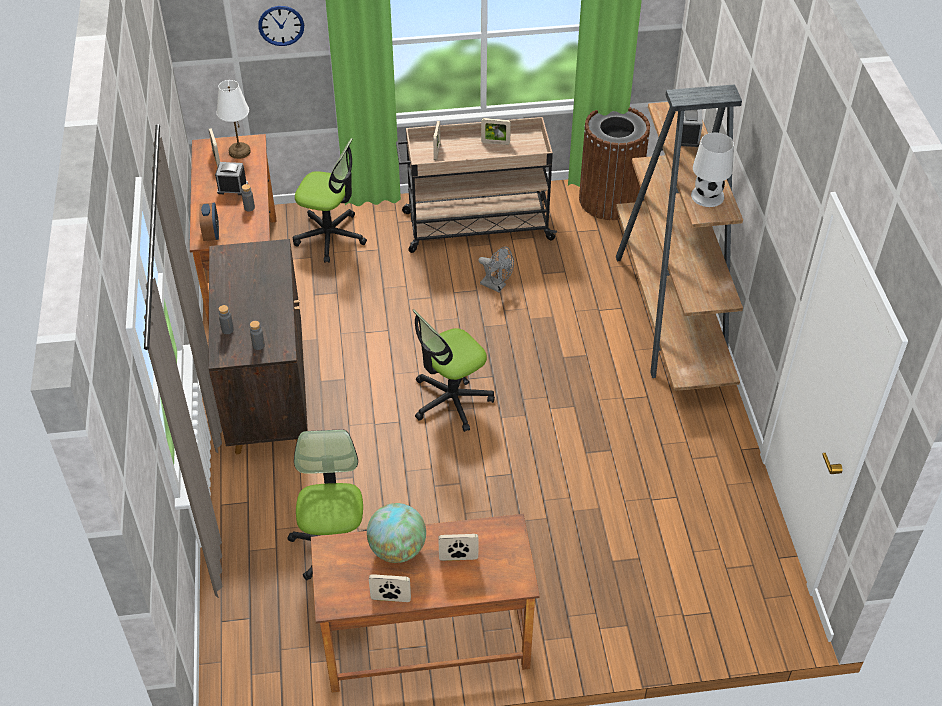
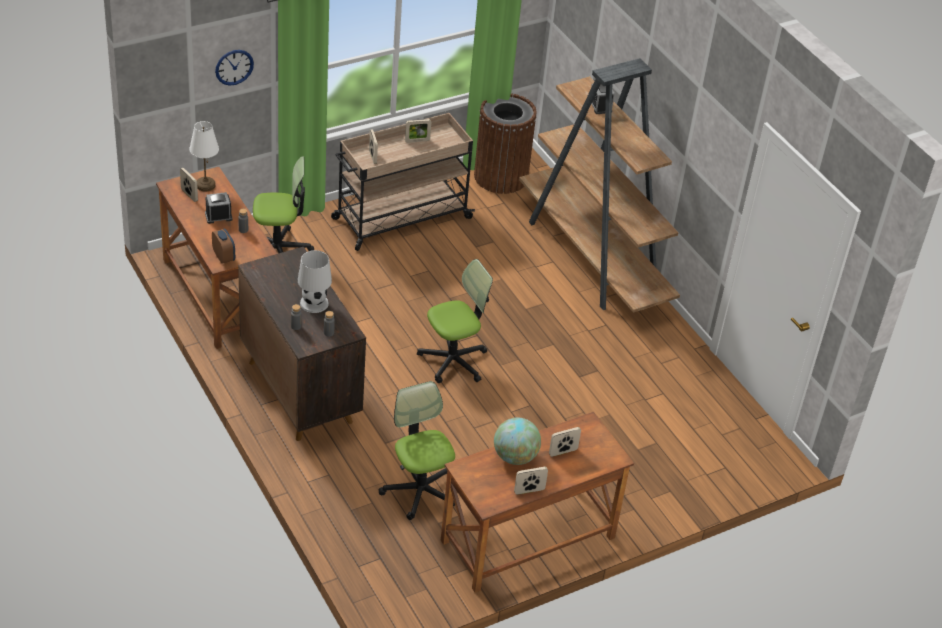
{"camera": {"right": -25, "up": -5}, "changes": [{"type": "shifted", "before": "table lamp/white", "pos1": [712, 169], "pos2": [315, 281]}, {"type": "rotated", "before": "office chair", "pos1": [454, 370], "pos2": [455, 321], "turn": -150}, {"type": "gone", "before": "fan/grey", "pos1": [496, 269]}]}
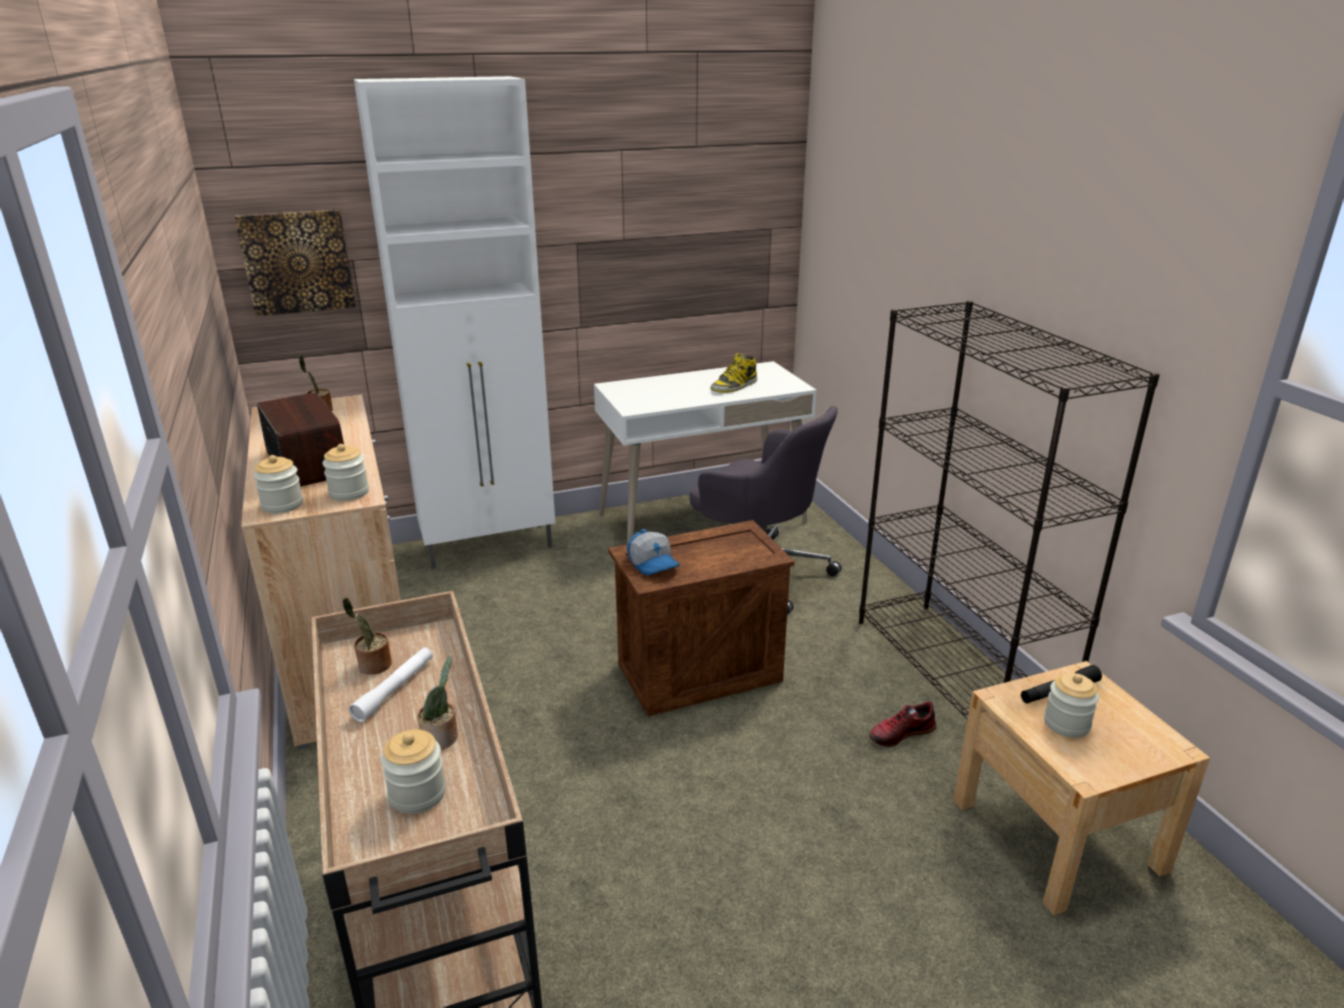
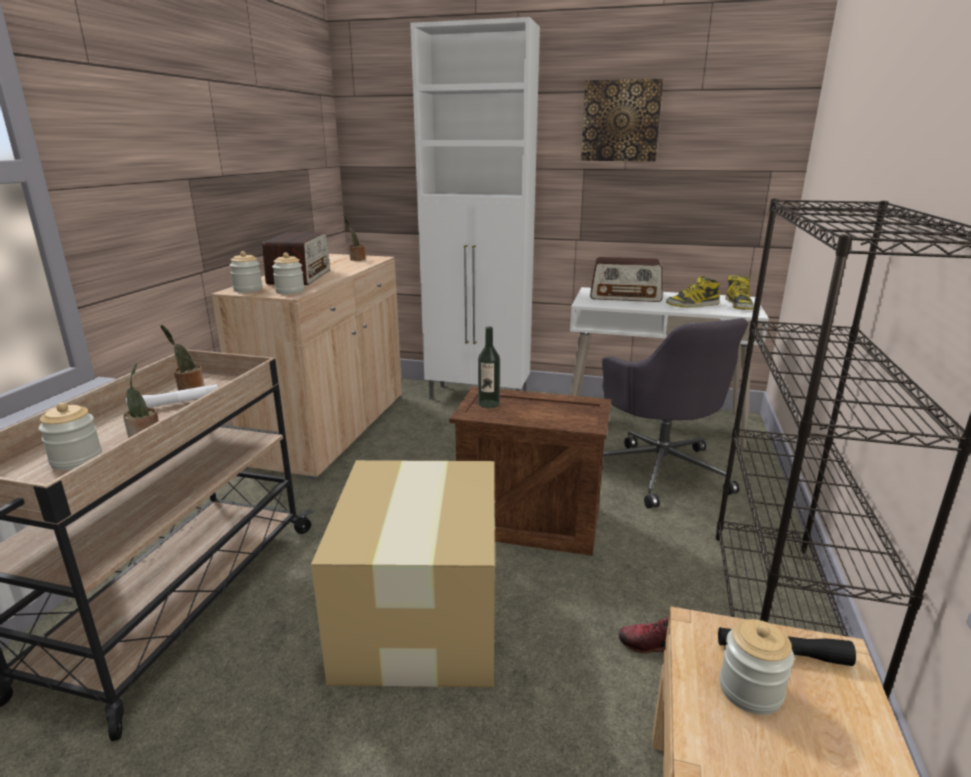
{"camera": {"right": 35, "up": -5}, "changes": [{"type": "new", "after": "cardboard box", "pos2": [403, 573]}, {"type": "swapped", "before": "cap", "after": "bottle", "pos1": [653, 552], "pos2": [489, 367]}, {"type": "shifted", "before": "picture", "pos1": [295, 263], "pos2": [622, 120]}, {"type": "new", "after": "radio", "pos2": [626, 279]}, {"type": "new", "after": "boot", "pos2": [739, 292]}]}
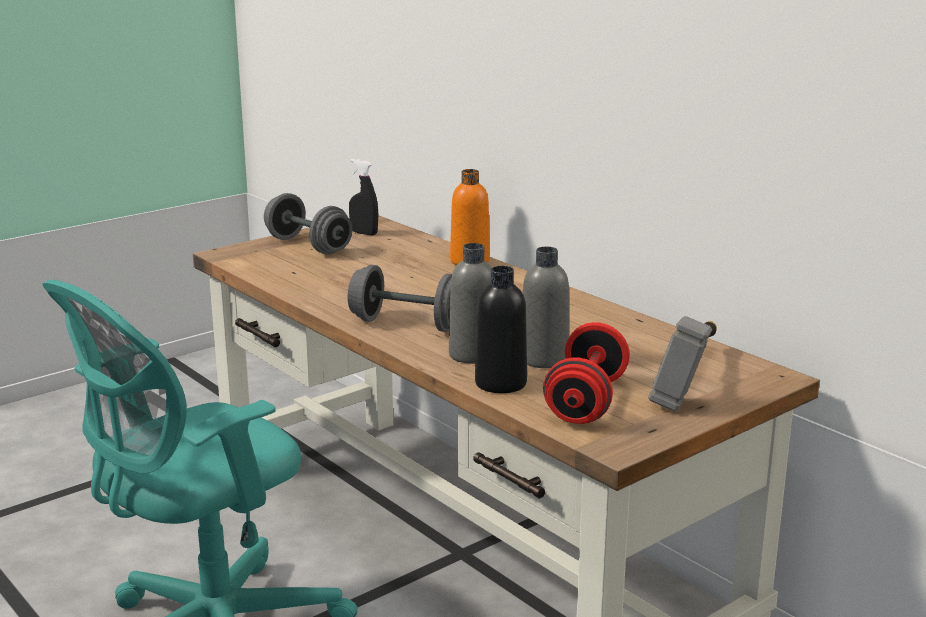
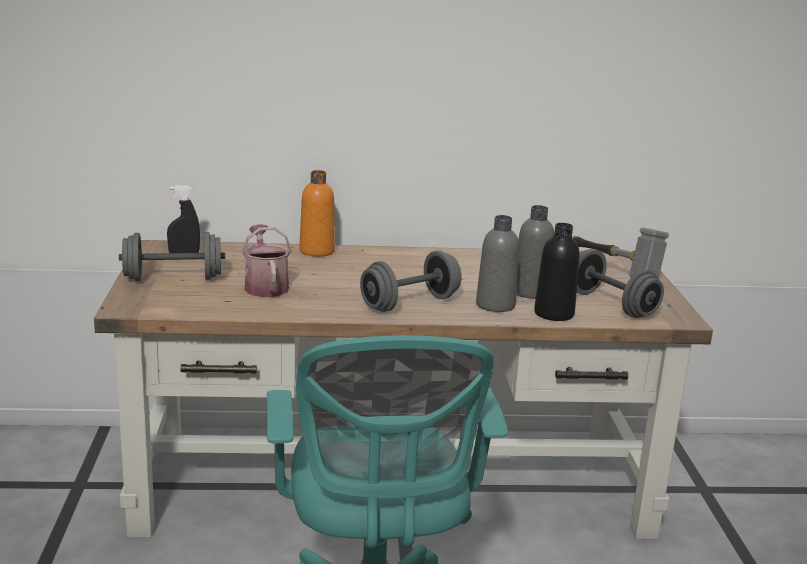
{"camera": {"right": -55, "up": 0}, "changes": [{"type": "new", "after": "watering can", "pos2": [267, 260]}, {"type": "repainted", "before": "dumbbell/red", "after": "dumbbell/grey", "pos1": [586, 373], "pos2": [620, 283]}]}
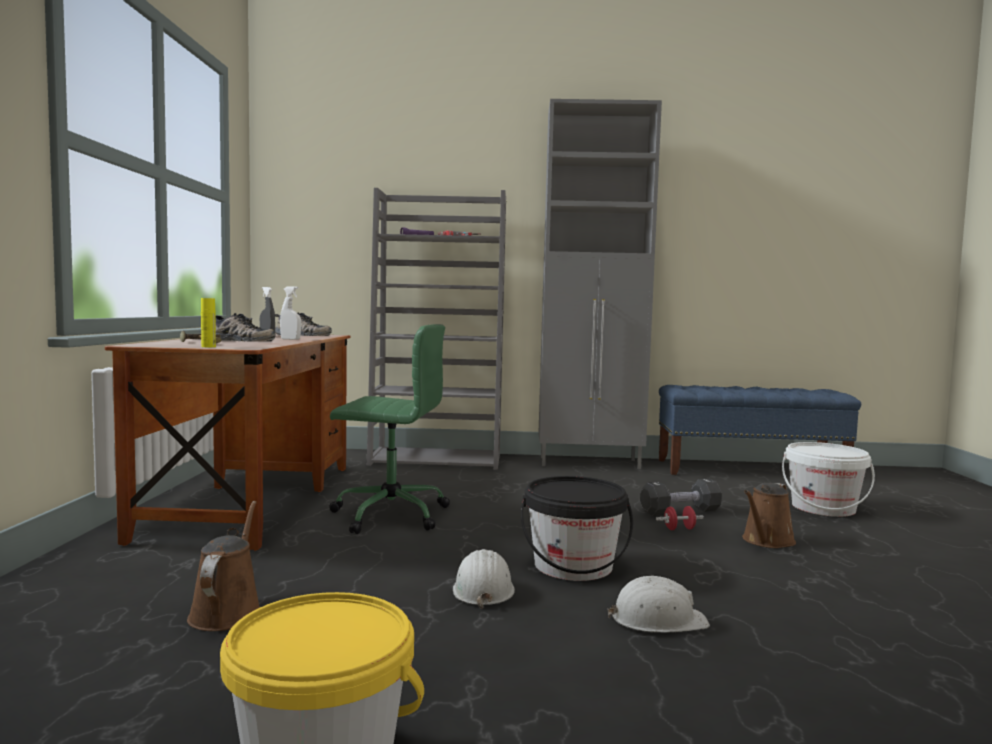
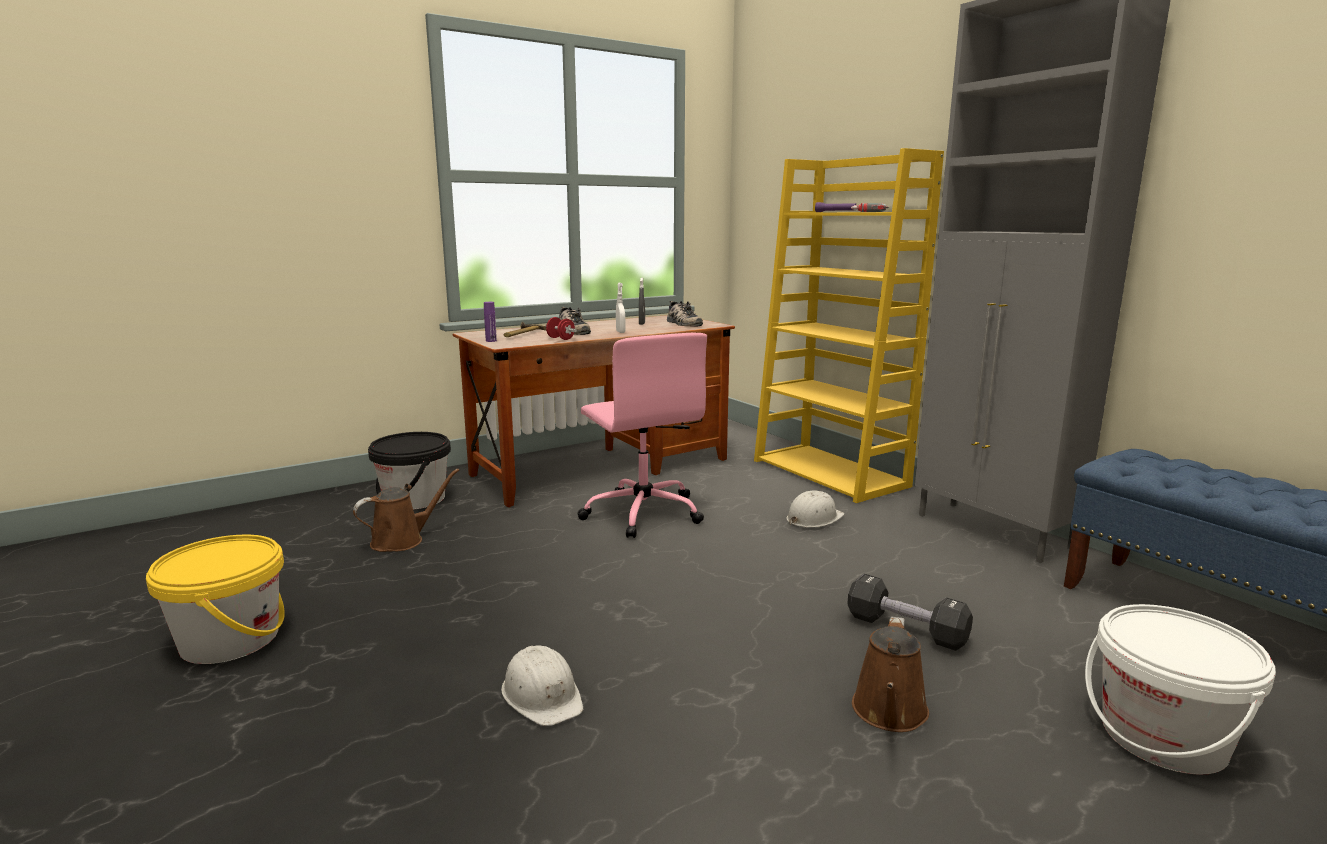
{"camera": {"right": 55, "up": 10}, "changes": [{"type": "shifted", "before": "bucket/black", "pos1": [577, 528], "pos2": [409, 471]}, {"type": "repainted", "before": "bottle/yellow", "after": "bottle/purple", "pos1": [208, 322], "pos2": [490, 322]}, {"type": "shifted", "before": "dumbbell/red", "pos1": [680, 518], "pos2": [561, 328]}, {"type": "repainted", "before": "office chair/green", "after": "office chair/pink", "pos1": [390, 429], "pos2": [642, 435]}, {"type": "repainted", "before": "bookcase/grey", "after": "bookcase/yellow", "pos1": [436, 329], "pos2": [849, 325]}, {"type": "shifted", "before": "hard hat/white", "pos1": [484, 579], "pos2": [815, 509]}, {"type": "rotated", "before": "watering can/brown", "pos1": [769, 515], "pos2": [890, 674], "turn": -75}]}
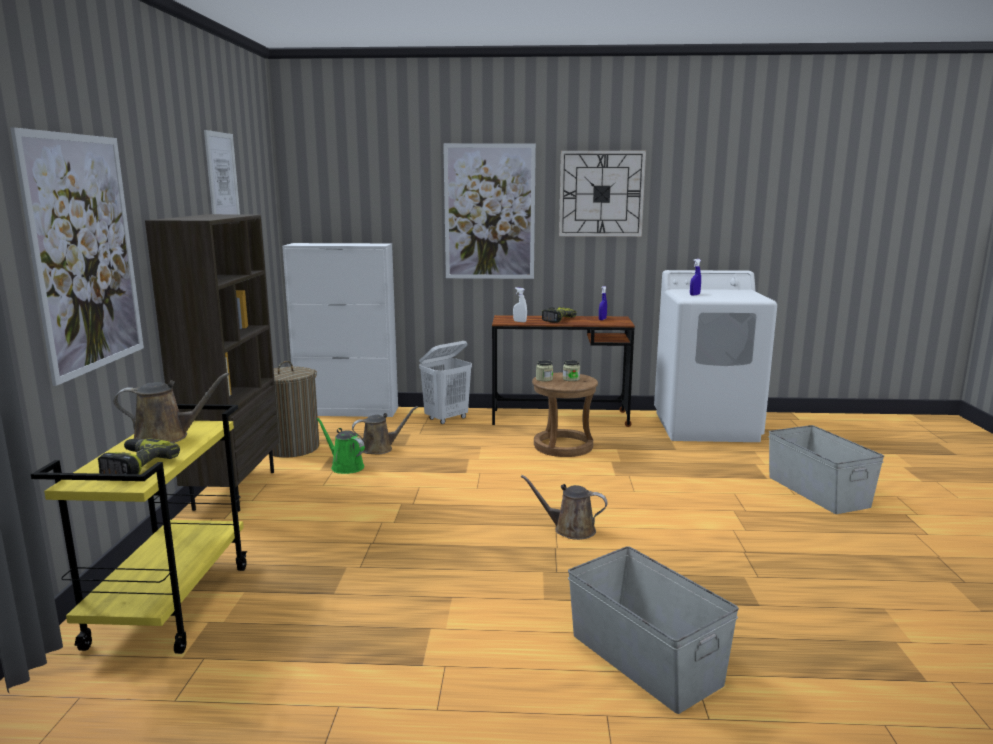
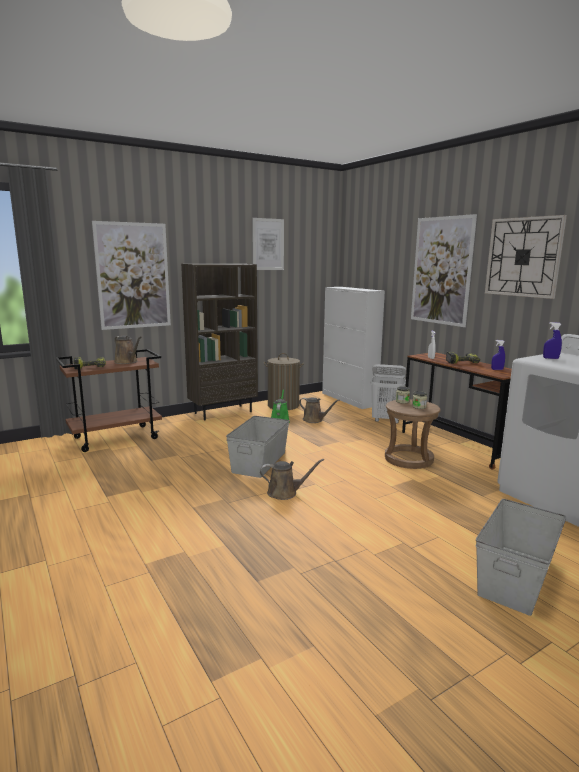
{"camera": {"right": 55, "up": 0}, "changes": [{"type": "repainted", "before": "cart/yellow", "after": "cart/brown", "pos1": [139, 529], "pos2": [108, 400]}, {"type": "shifted", "before": "storage box/grey", "pos1": [653, 630], "pos2": [257, 447]}, {"type": "rotated", "before": "watering can/brown", "pos1": [564, 507], "pos2": [292, 479], "turn": 105}]}
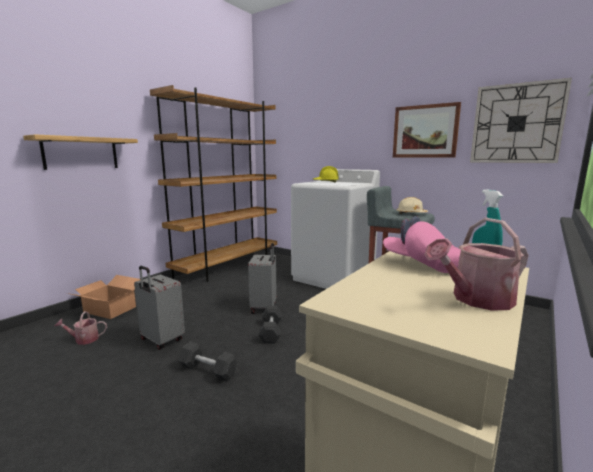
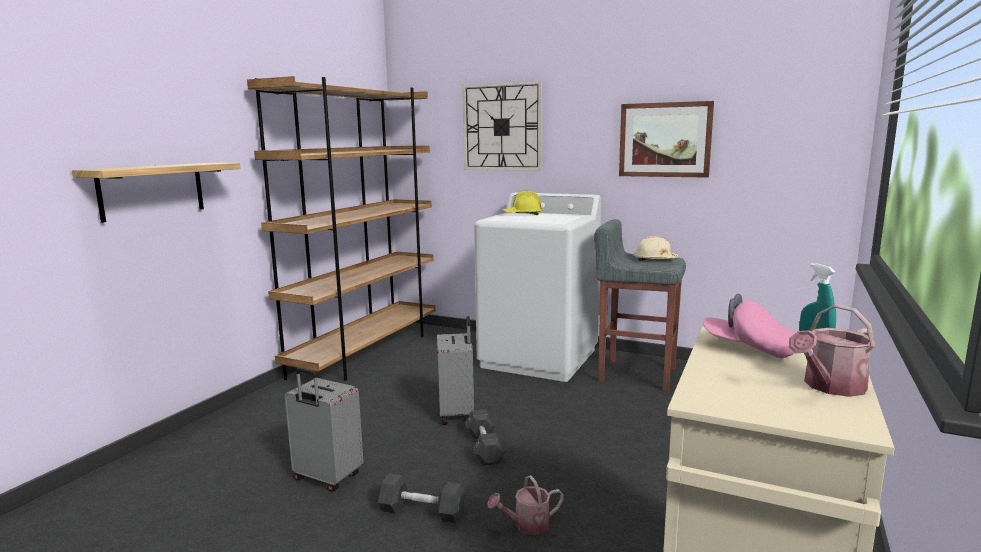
{"camera": {"right": -10, "up": 0}, "changes": [{"type": "shifted", "before": "wall clock", "pos1": [521, 120], "pos2": [502, 126]}, {"type": "shifted", "before": "watering can", "pos1": [81, 328], "pos2": [525, 505]}, {"type": "gone", "before": "cardboard box", "pos1": [103, 297]}]}
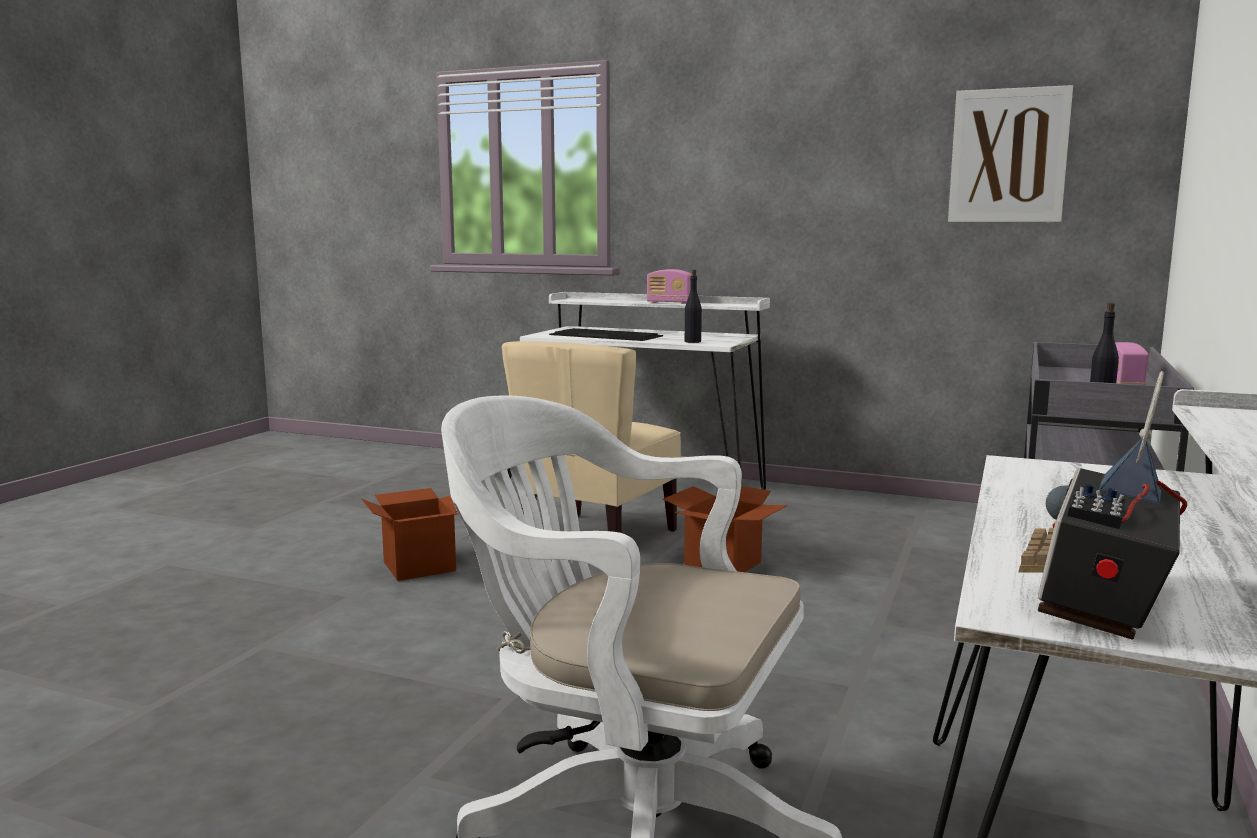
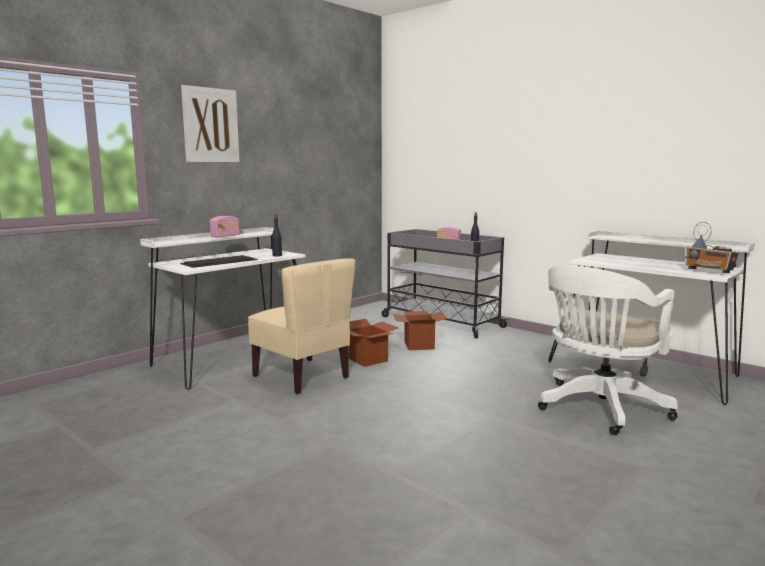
{"camera": {"right": -70, "up": 0}, "changes": [{"type": "shifted", "before": "picture", "pos1": [1010, 153], "pos2": [210, 123]}, {"type": "shifted", "before": "cardboard box", "pos1": [409, 534], "pos2": [420, 330]}]}
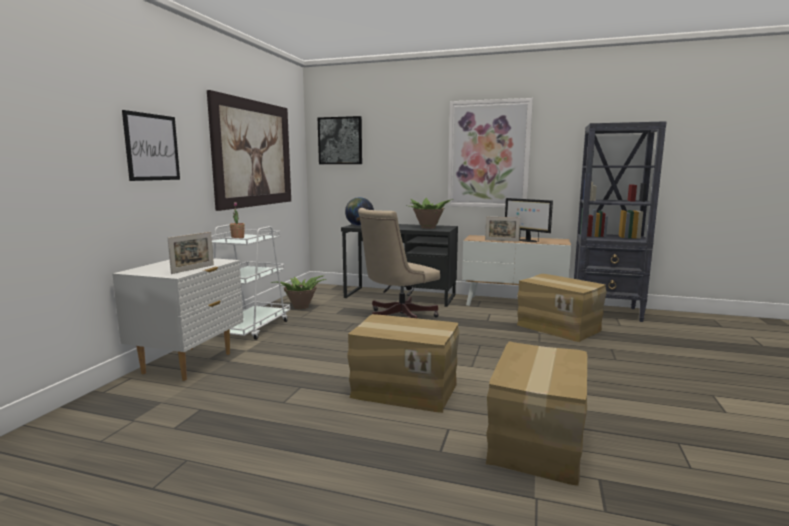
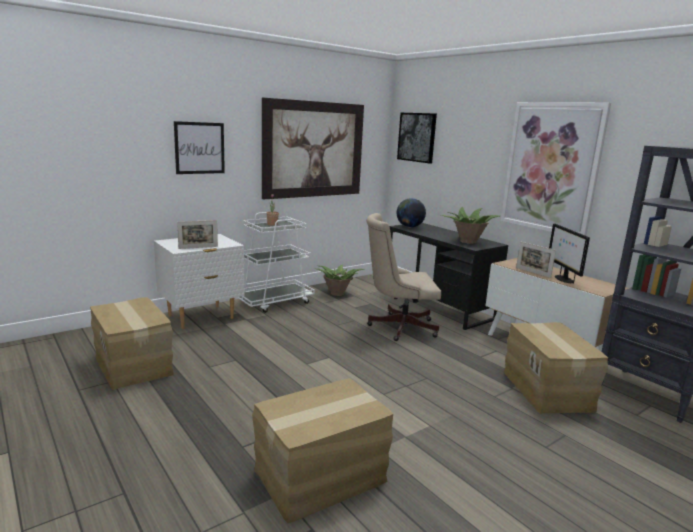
{"camera": {"right": 35, "up": 5}, "changes": [{"type": "shifted", "before": "cardboard box", "pos1": [403, 363], "pos2": [132, 343]}]}
